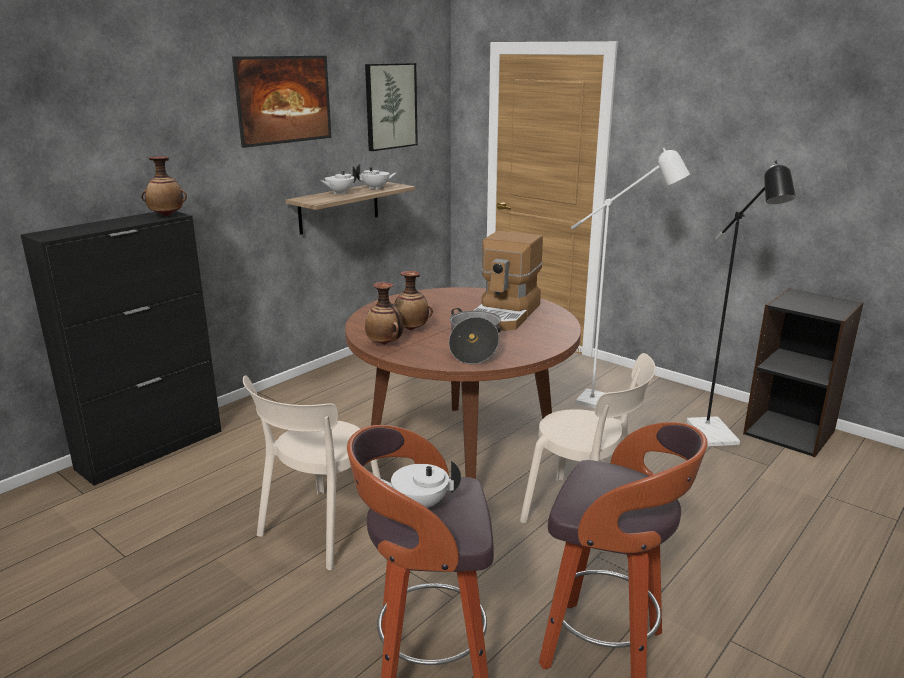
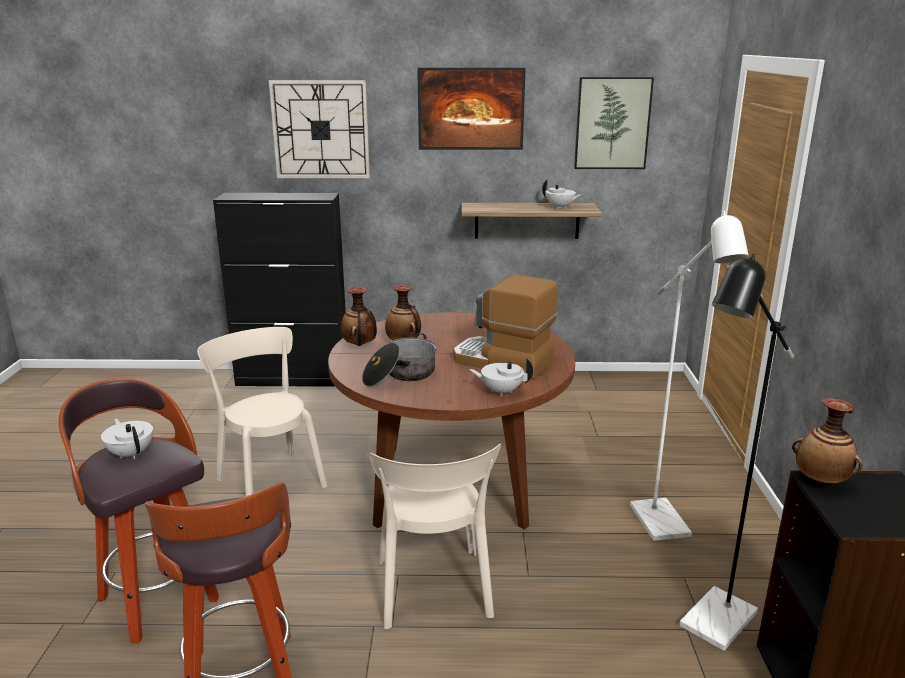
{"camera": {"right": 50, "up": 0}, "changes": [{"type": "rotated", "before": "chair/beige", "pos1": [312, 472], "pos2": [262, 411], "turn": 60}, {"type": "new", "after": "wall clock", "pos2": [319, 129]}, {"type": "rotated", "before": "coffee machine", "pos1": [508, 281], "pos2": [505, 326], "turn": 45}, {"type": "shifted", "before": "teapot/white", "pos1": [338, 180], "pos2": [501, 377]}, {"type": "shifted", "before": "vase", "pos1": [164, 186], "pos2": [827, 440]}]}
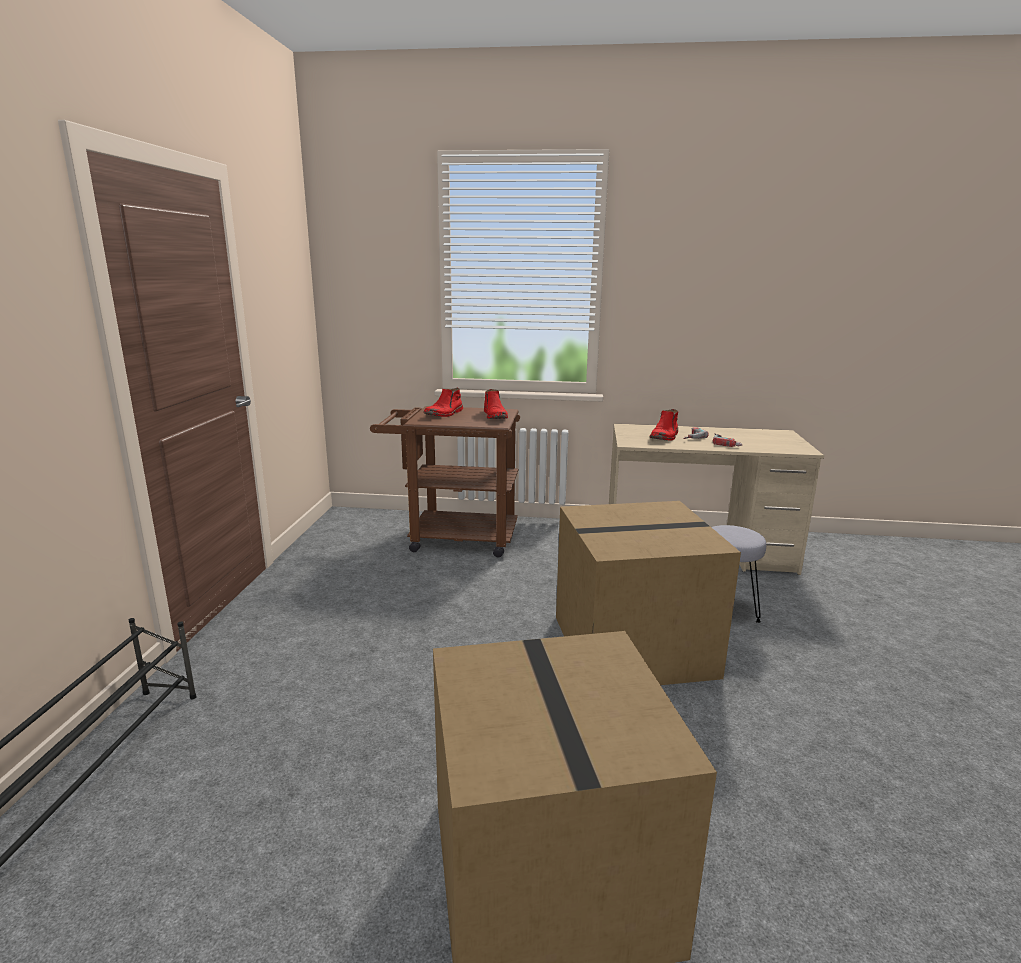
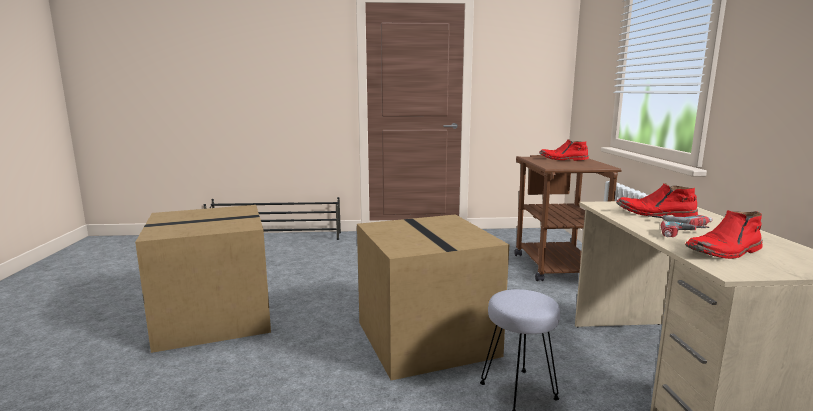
{"camera": {"right": 80, "up": -5}, "changes": [{"type": "shifted", "before": "boot/red", "pos1": [496, 404], "pos2": [724, 234]}]}
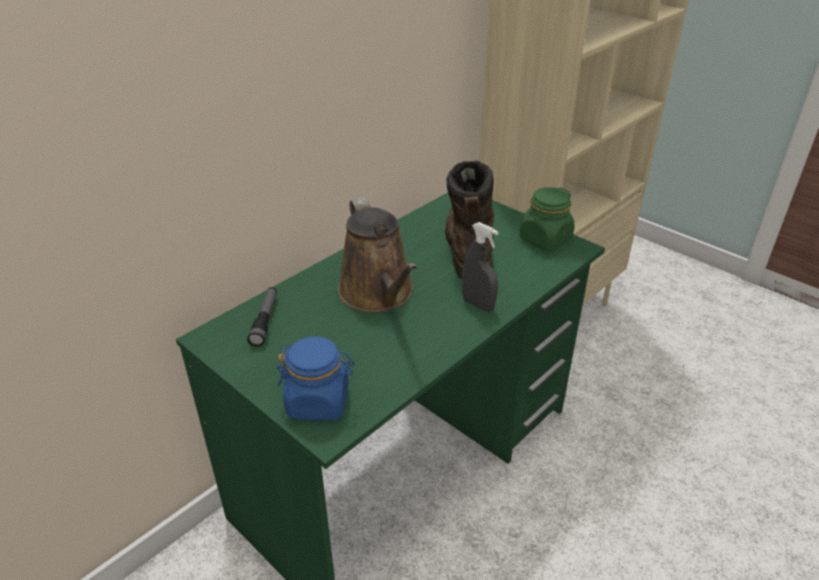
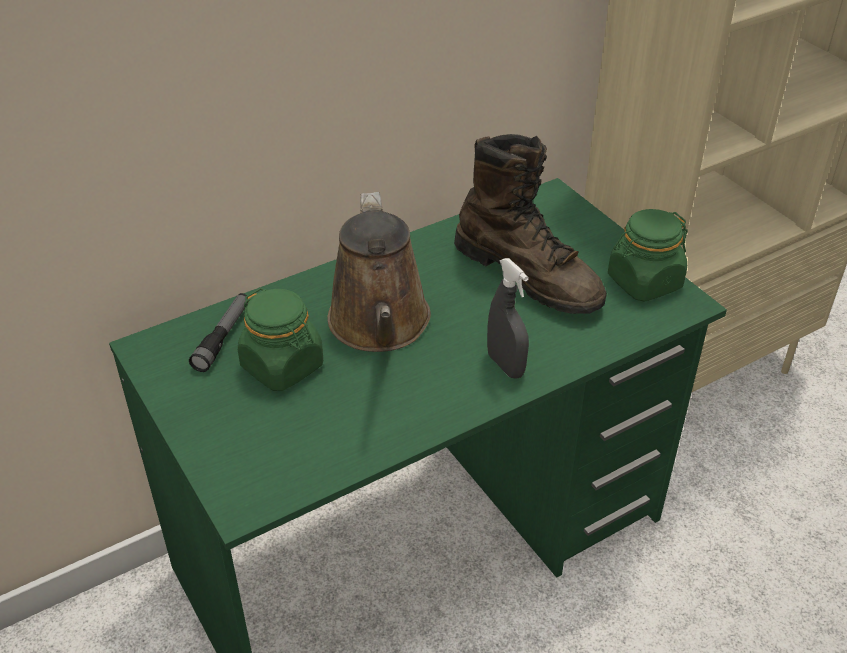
{"camera": {"right": 15, "up": 5}, "changes": [{"type": "new", "after": "jar/green", "pos2": [280, 339]}, {"type": "rotated", "before": "boot/brown", "pos1": [470, 220], "pos2": [530, 224], "turn": 120}, {"type": "gone", "before": "jar/blue", "pos1": [316, 378]}]}
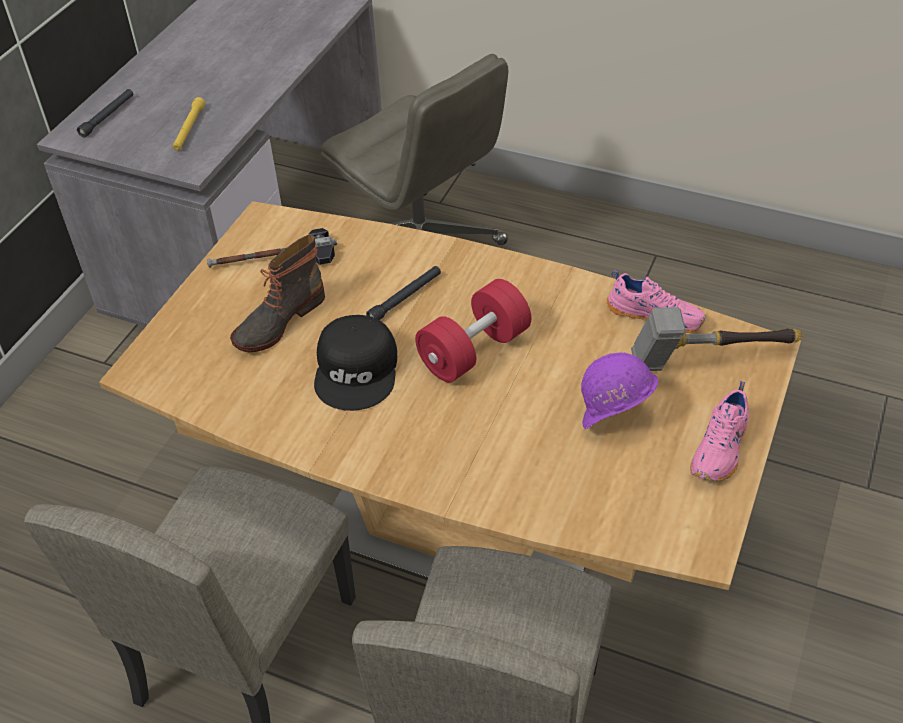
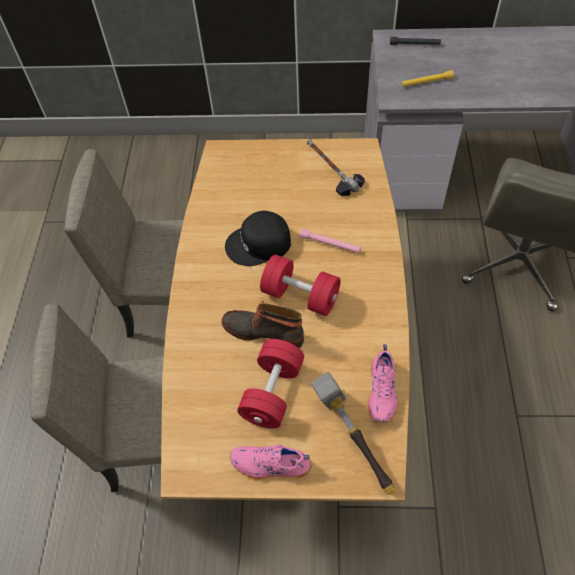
{"camera": {"right": 70, "up": 10}, "changes": [{"type": "shifted", "before": "boot", "pos1": [277, 293], "pos2": [263, 324]}, {"type": "swapped", "before": "hard hat/purple", "after": "dumbbell/red", "pos1": [603, 400], "pos2": [270, 383]}, {"type": "repainted", "before": "flashlight/black", "after": "flashlight/pink", "pos1": [403, 293], "pos2": [330, 240]}]}
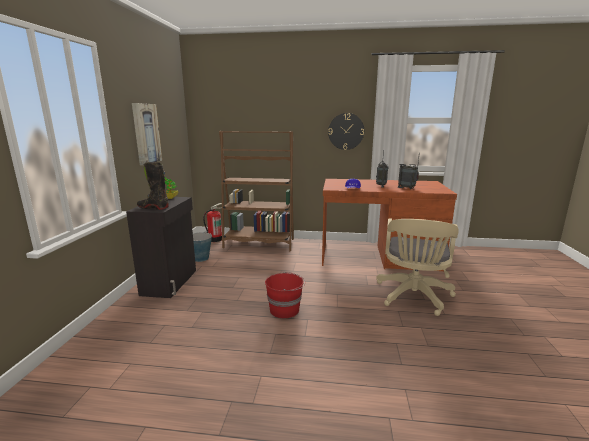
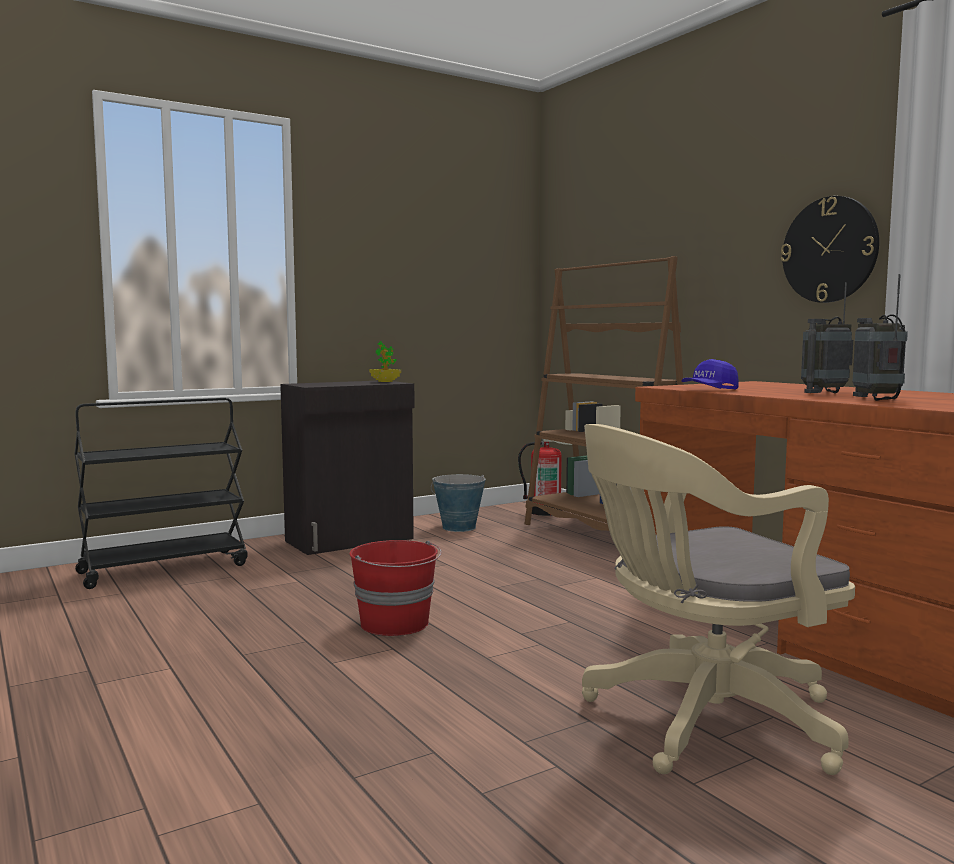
{"camera": {"right": 50, "up": -10}, "changes": [{"type": "new", "after": "cart/black", "pos2": [161, 493]}, {"type": "gone", "before": "picture", "pos1": [147, 134]}, {"type": "gone", "before": "boot/black", "pos1": [153, 186]}]}
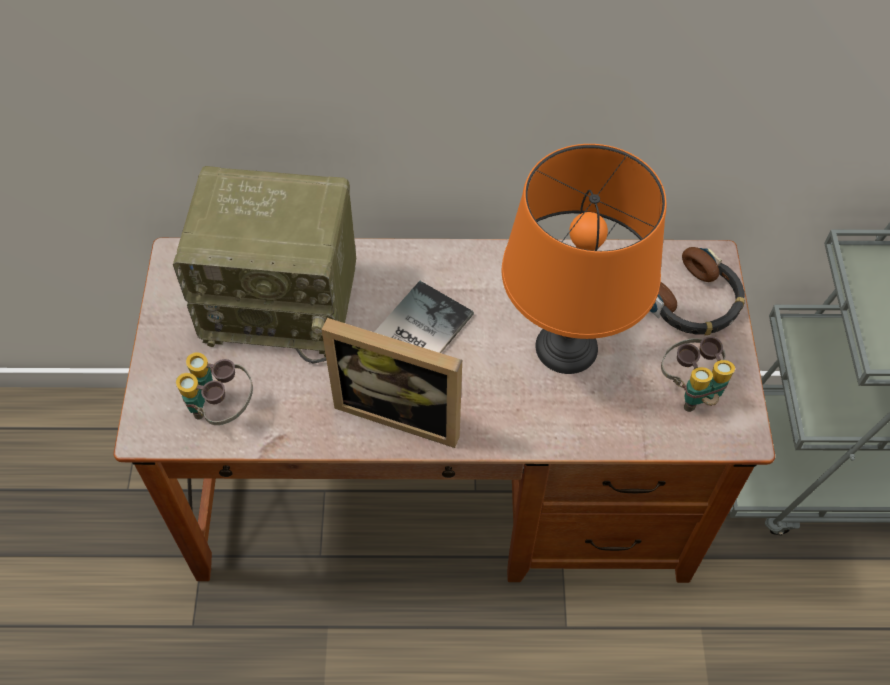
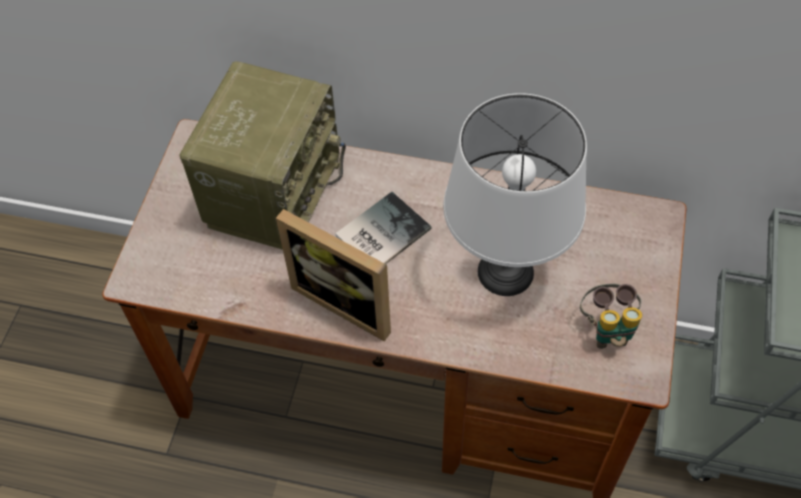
{"camera": {"right": 15, "up": 0}, "changes": [{"type": "rotated", "before": "radio", "pos1": [264, 264], "pos2": [263, 155], "turn": -90}, {"type": "repainted", "before": "table lamp/orange", "after": "table lamp/white", "pos1": [584, 259], "pos2": [515, 194]}, {"type": "gone", "before": "binoculars", "pos1": [214, 388]}, {"type": "gone", "before": "headphones", "pos1": [697, 291]}]}
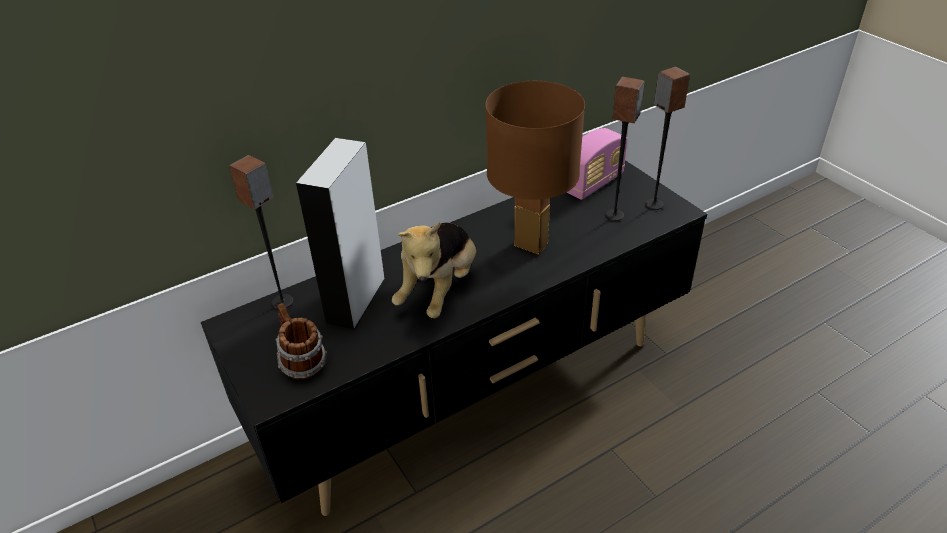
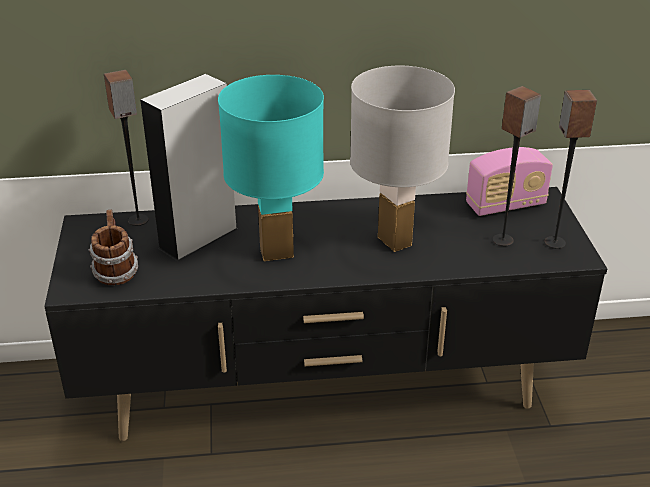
{"camera": {"right": 25, "up": -5}, "changes": [{"type": "swapped", "before": "plush toy", "after": "table lamp/turquoise", "pos1": [434, 270], "pos2": [271, 168]}, {"type": "repainted", "before": "table lamp/brown", "after": "table lamp/white", "pos1": [535, 168], "pos2": [402, 159]}]}
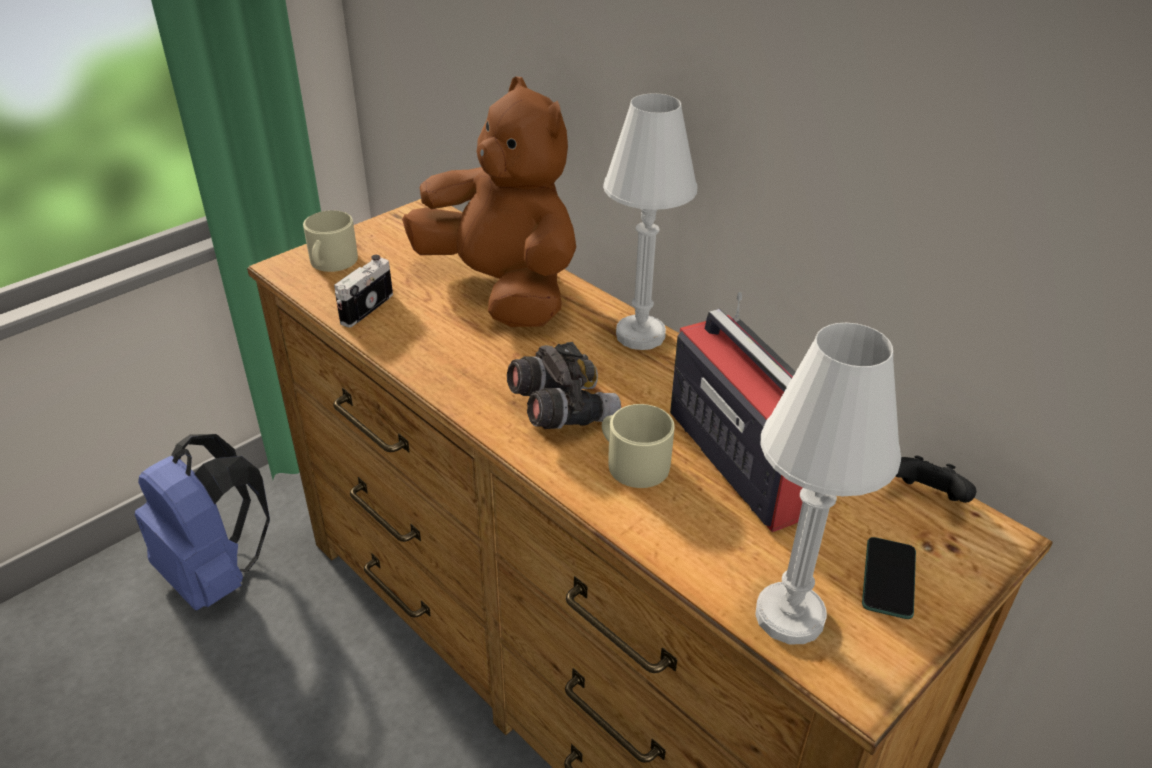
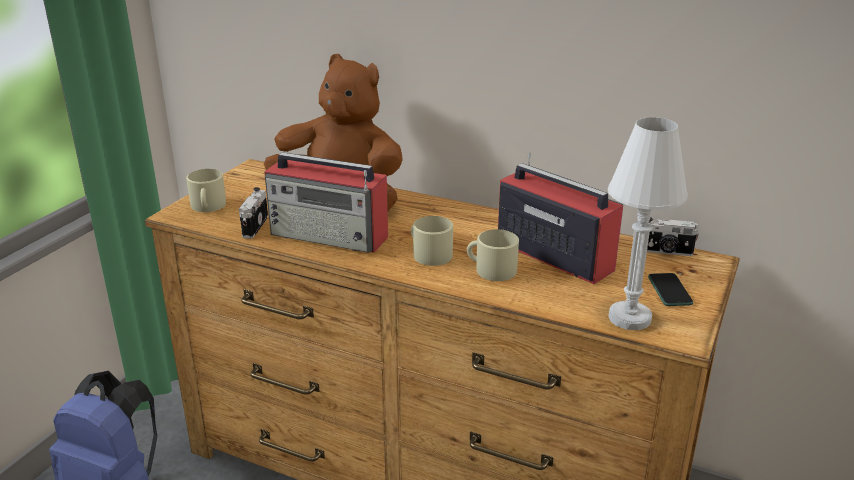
{"camera": {"right": -20, "up": -10}, "changes": [{"type": "new", "after": "radio", "pos2": [326, 202]}, {"type": "swapped", "before": "binoculars/grey", "after": "mug/beige", "pos1": [564, 385], "pos2": [432, 241]}, {"type": "swapped", "before": "game controller/black", "after": "photo camera", "pos1": [935, 479], "pos2": [673, 236]}, {"type": "gone", "before": "table lamp/white", "pos1": [650, 221]}]}
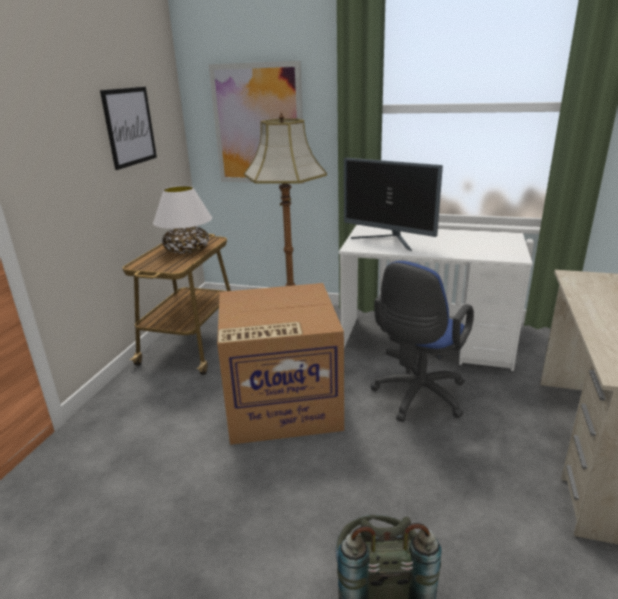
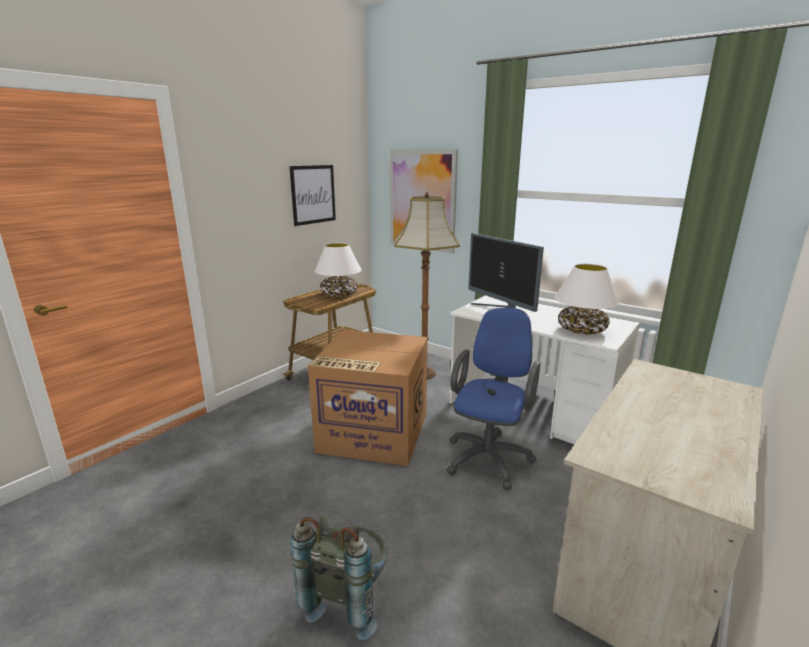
{"camera": {"right": 20, "up": -5}, "changes": [{"type": "rotated", "before": "office chair/blue", "pos1": [422, 341], "pos2": [494, 398], "turn": 150}, {"type": "new", "after": "table lamp/white", "pos2": [587, 299]}]}
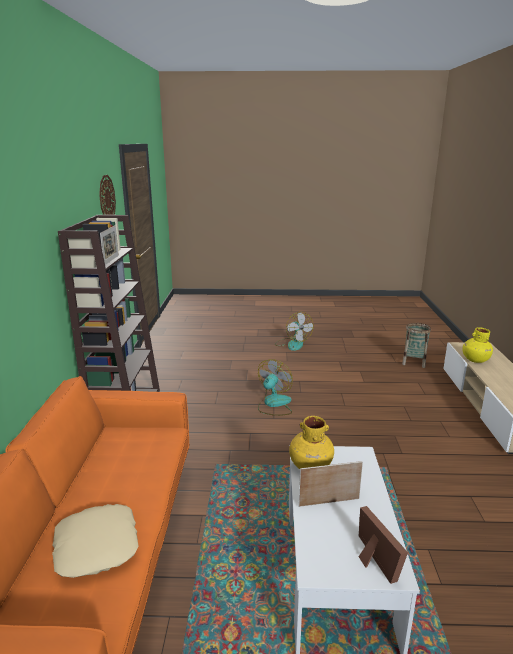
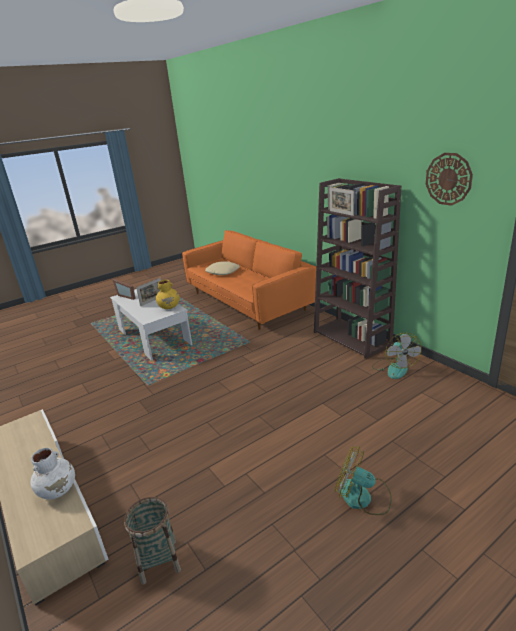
{"camera": {"right": 145, "up": 5}, "changes": [{"type": "repainted", "before": "vase/yellow", "after": "vase/white", "pos1": [477, 345], "pos2": [52, 474]}, {"type": "shifted", "before": "fan", "pos1": [275, 387], "pos2": [397, 356]}]}
